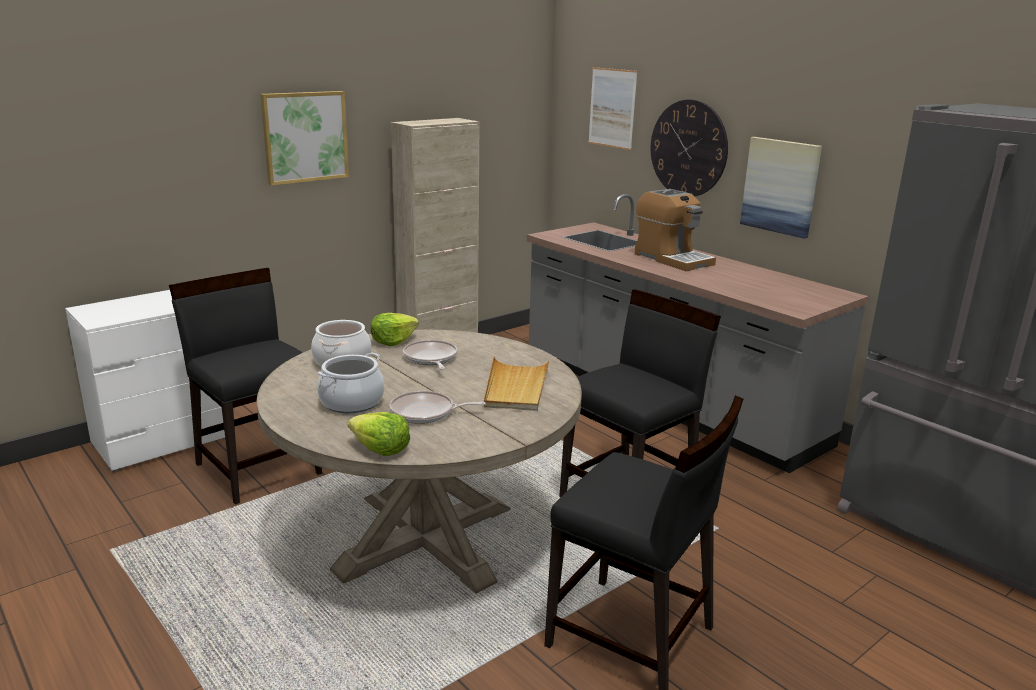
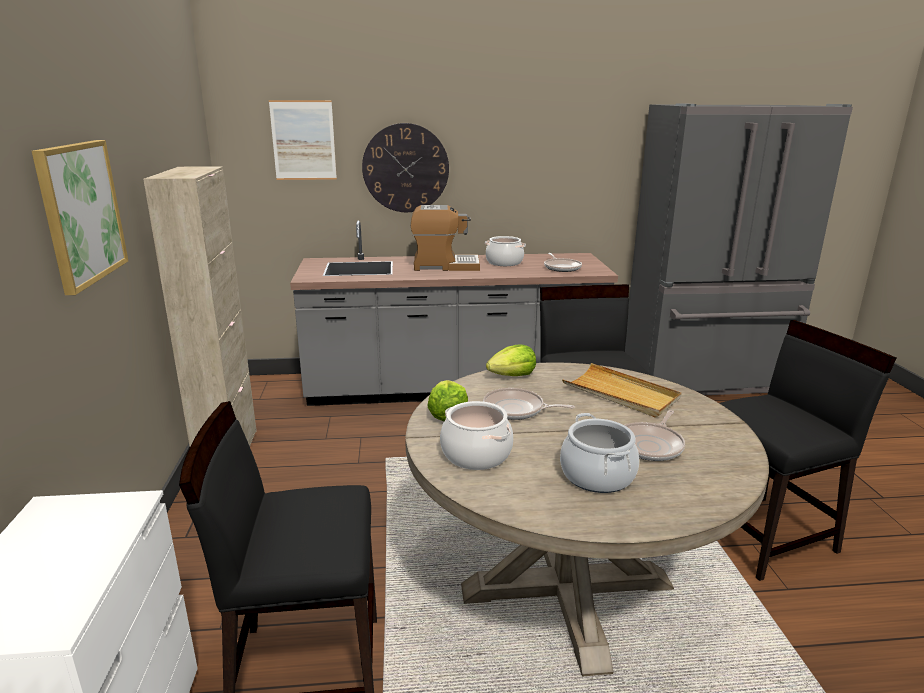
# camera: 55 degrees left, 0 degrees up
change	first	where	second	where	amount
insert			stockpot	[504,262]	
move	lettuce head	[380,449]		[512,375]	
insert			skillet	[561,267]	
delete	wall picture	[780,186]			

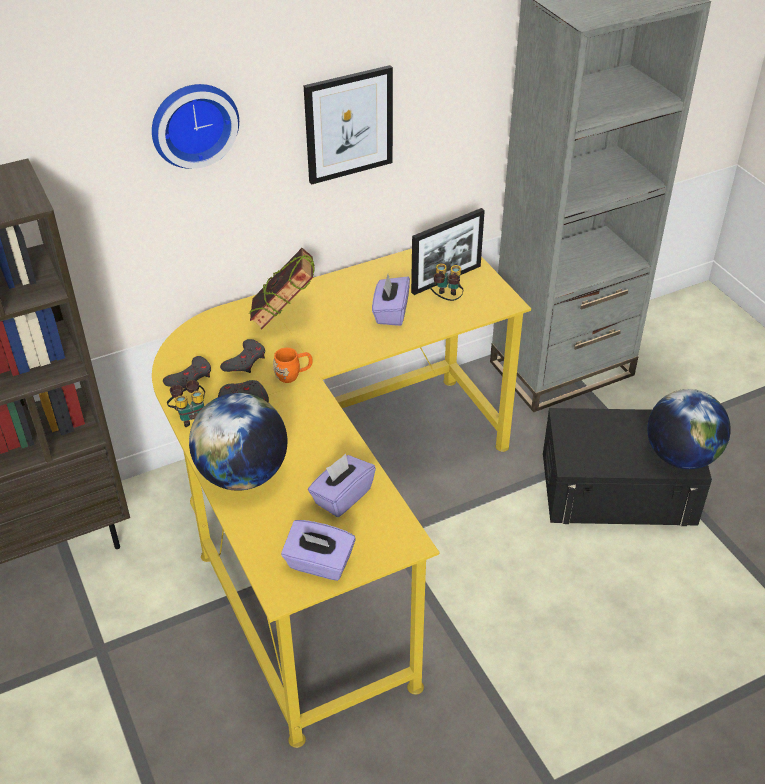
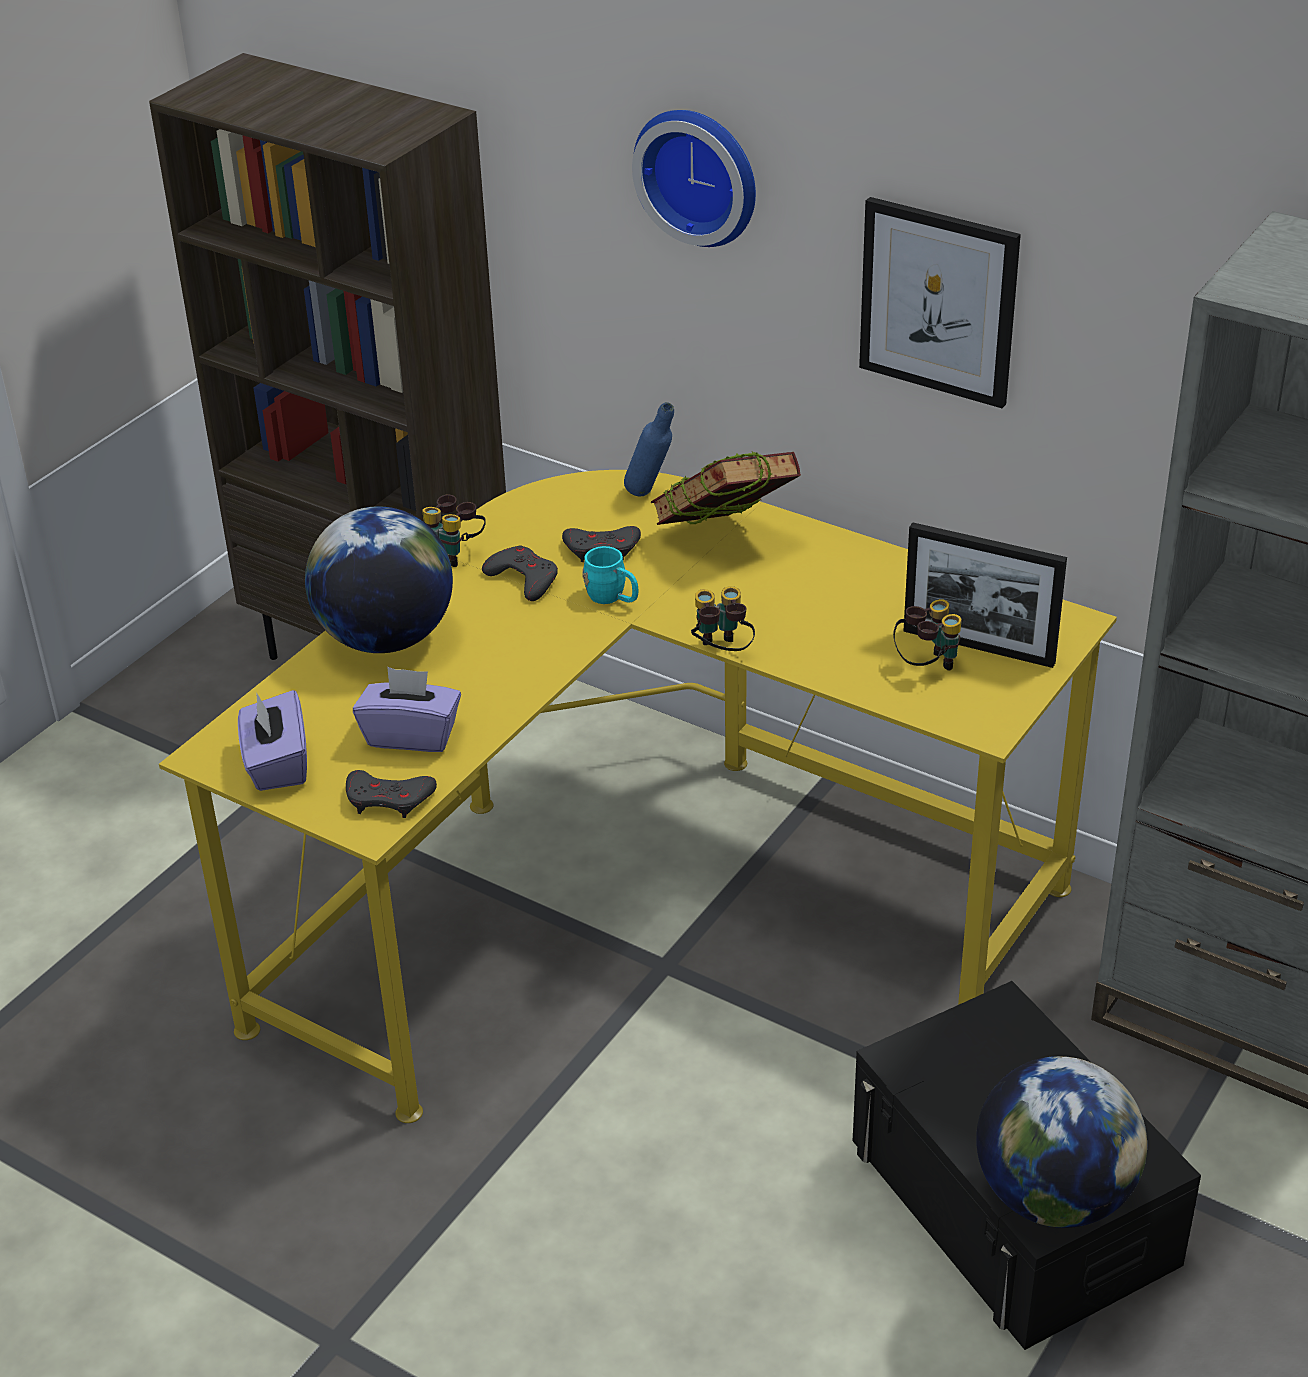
# camera: 60 degrees right, 5 degrees down
change	first	where	second	where	amount
move	grey game controller	[190,378]		[389,799]	
recolor	orangey tea mug	[293,375]	turquoise tea mug	[612,598]	
insert			blue beverage bottle	[650,495]	
insert			field glasses	[721,652]	
delete	purple tissue holder	[390,312]			

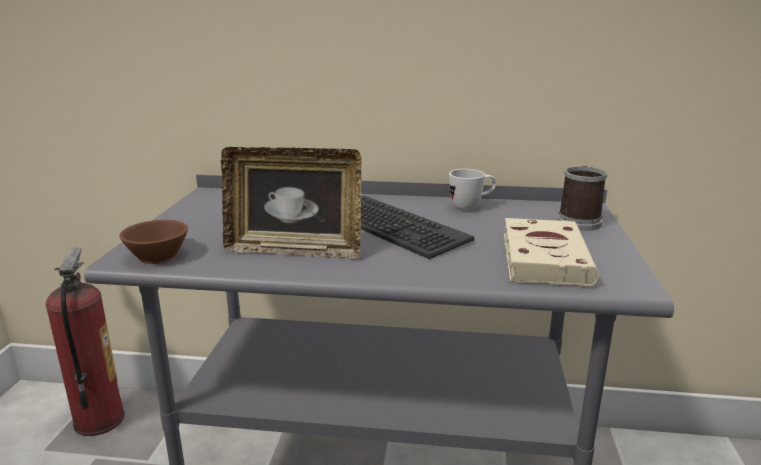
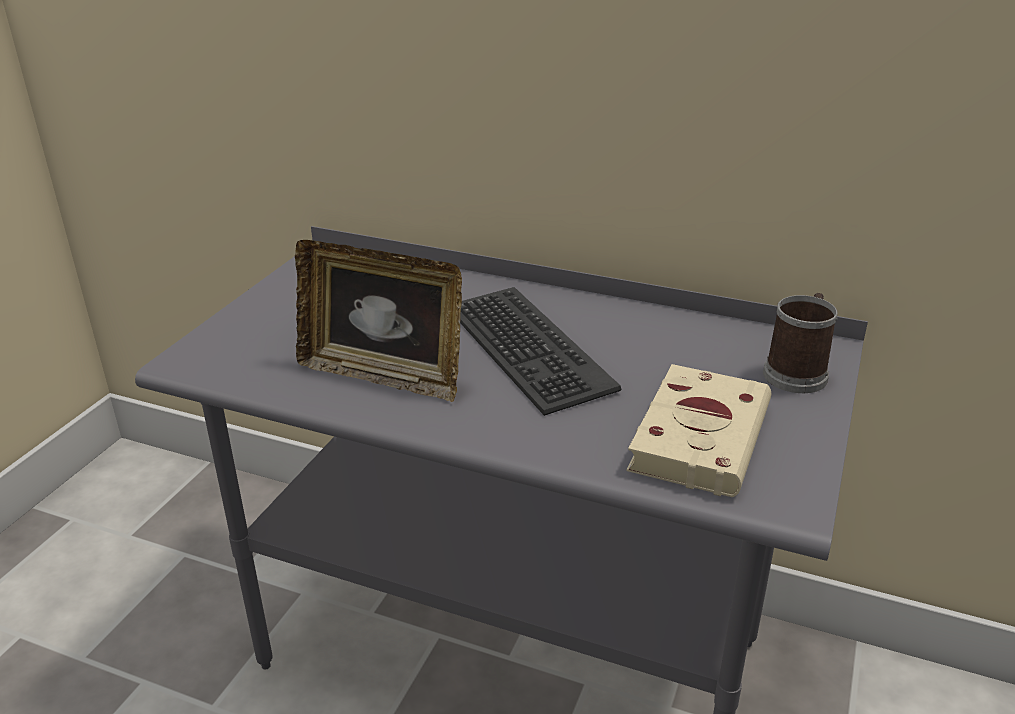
# camera: 15 degrees right, 10 degrees up
change	first	where	second	where	amount
delete	extinguisher	[99,420]			
delete	brown-coloured drinking cup	[157,255]			
delete	white-coloured tea mug	[471,207]			

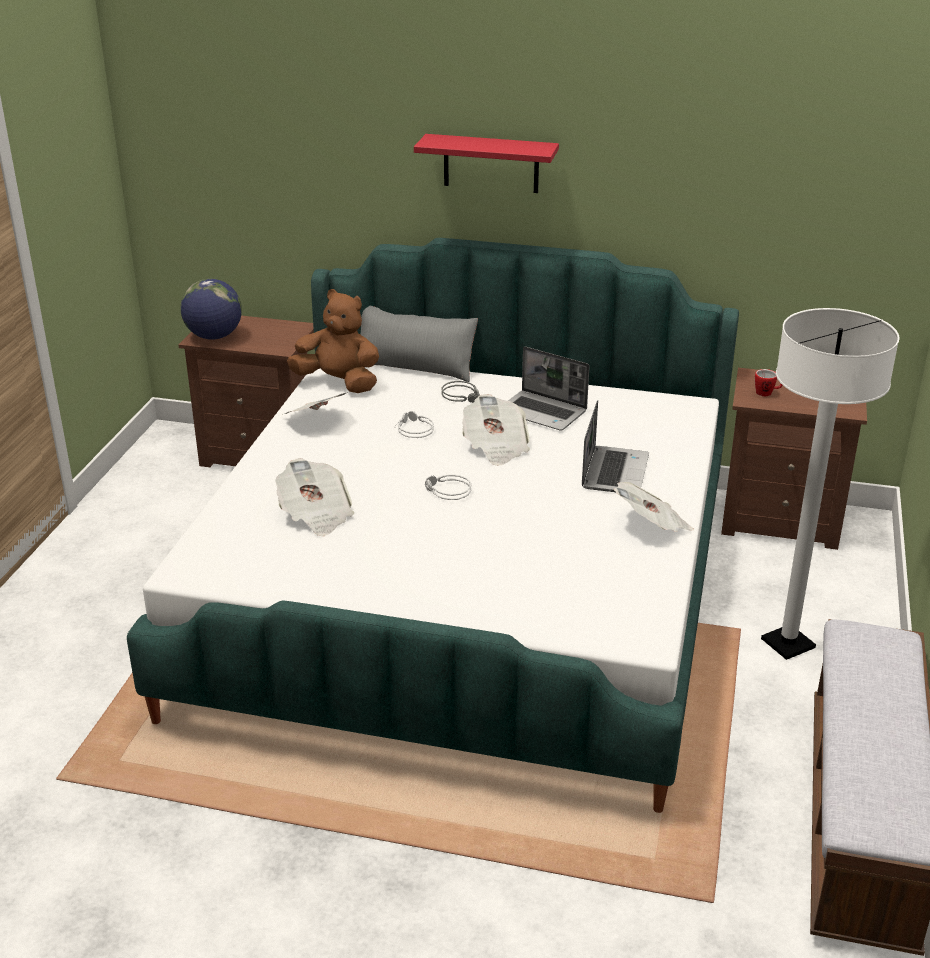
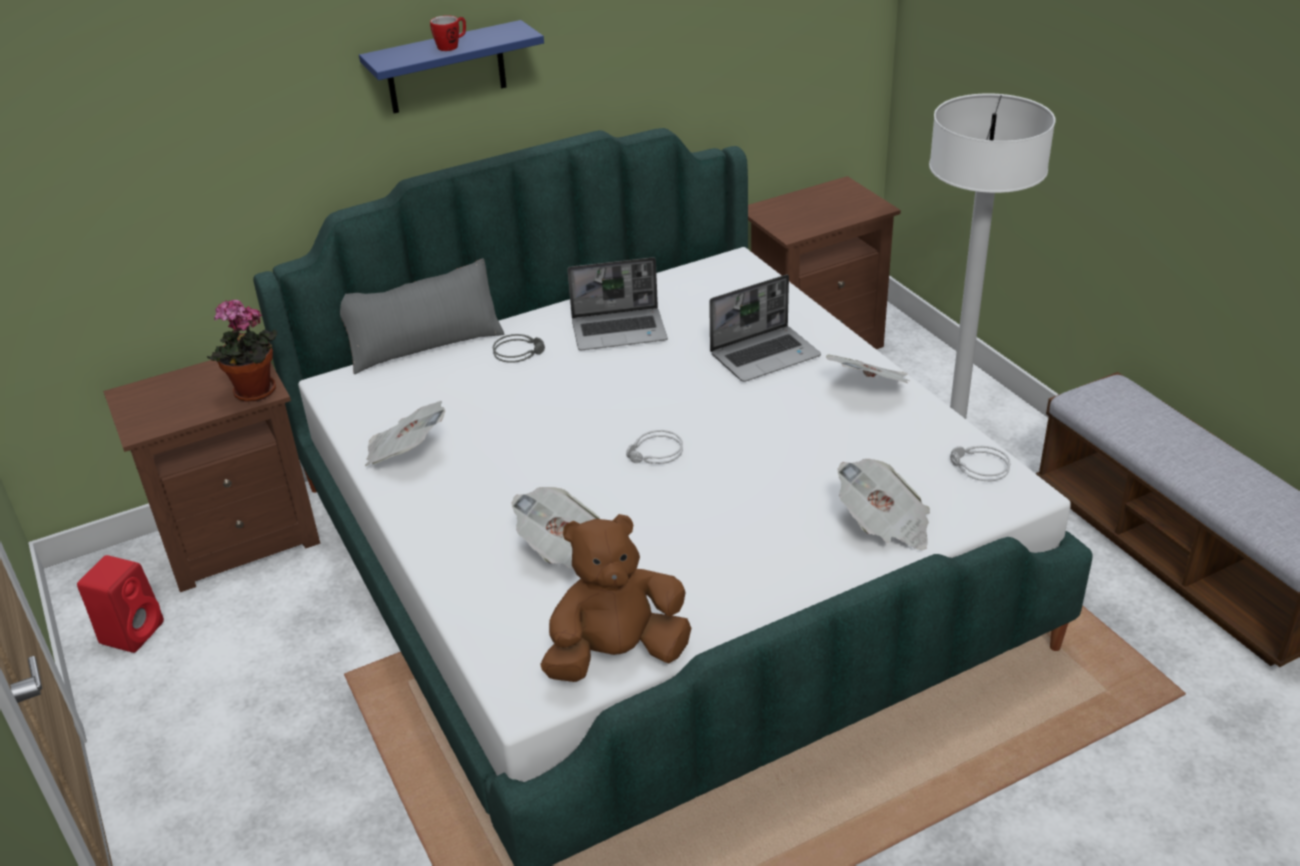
# camera: 40 degrees left, 5 degrees up
change	first	where	second	where	amount
insert			red-coloured loudspeaker	[133,631]	
insert			plant in a pot	[254,393]	
recolor	red-coloured bracket shelf	[491,163]	blue bracket shelf	[446,68]	
move	tea mug	[767,393]		[451,46]	
move	brown-coloured cuddly toy	[339,383]		[616,654]	
rotate	laptop	[614,471]		[765,355]	90 degrees clockwise
move	printed paper	[495,447]		[884,525]	
move	grey pair of headphones	[413,429]		[978,468]	
delete	globe	[214,336]			

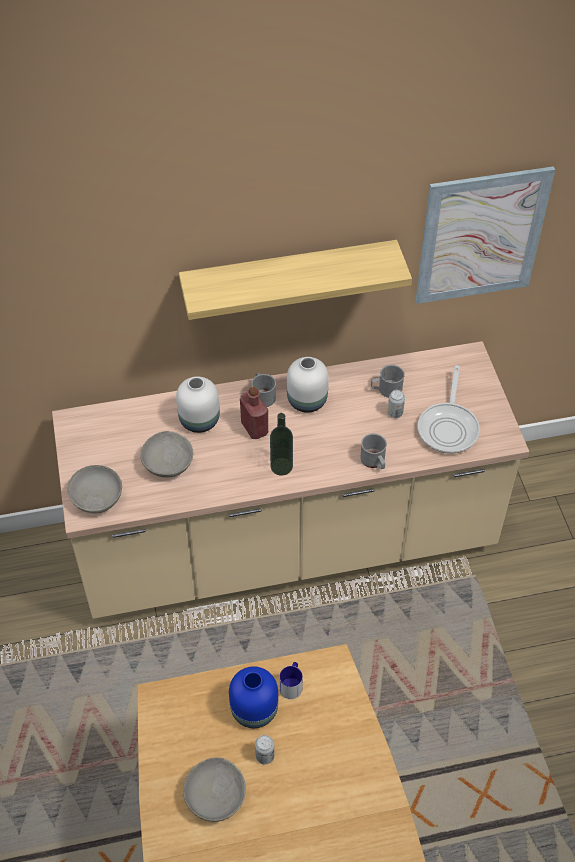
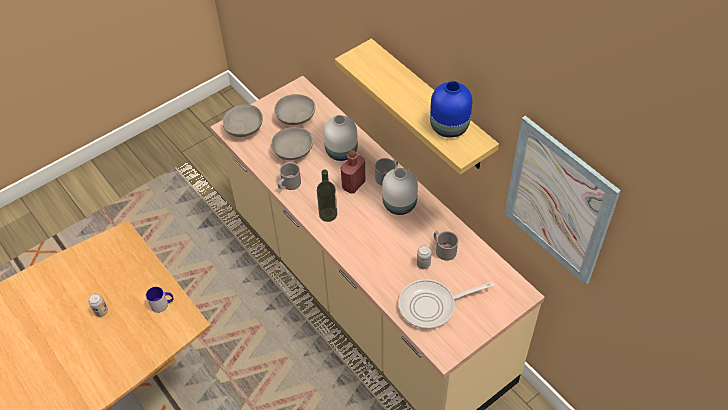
# camera: 65 degrees right, 0 degrees up
change	first	where	second	where	amount
move	grey deep dish	[214,797]		[295,117]	
move	grey tea mug	[374,461]		[289,185]	
move	blue flower vase	[255,711]		[449,127]	

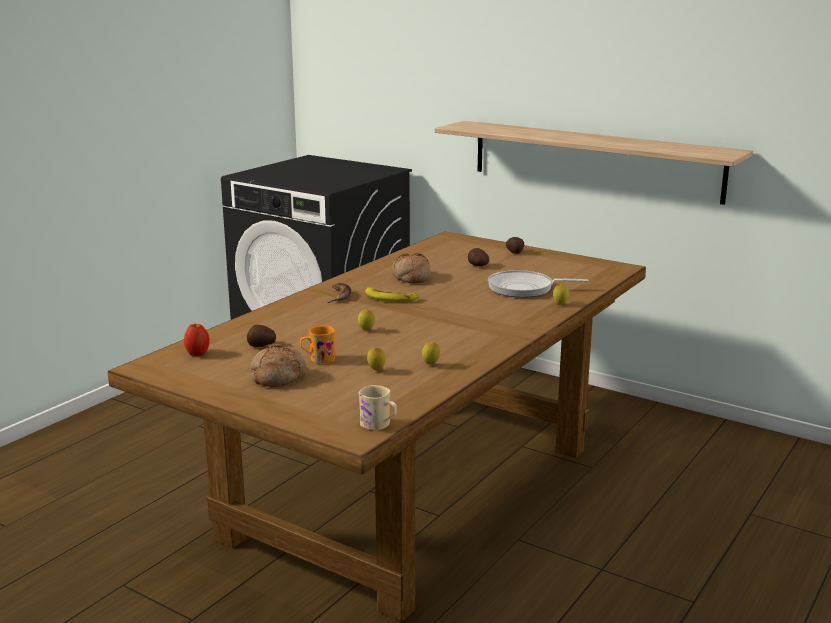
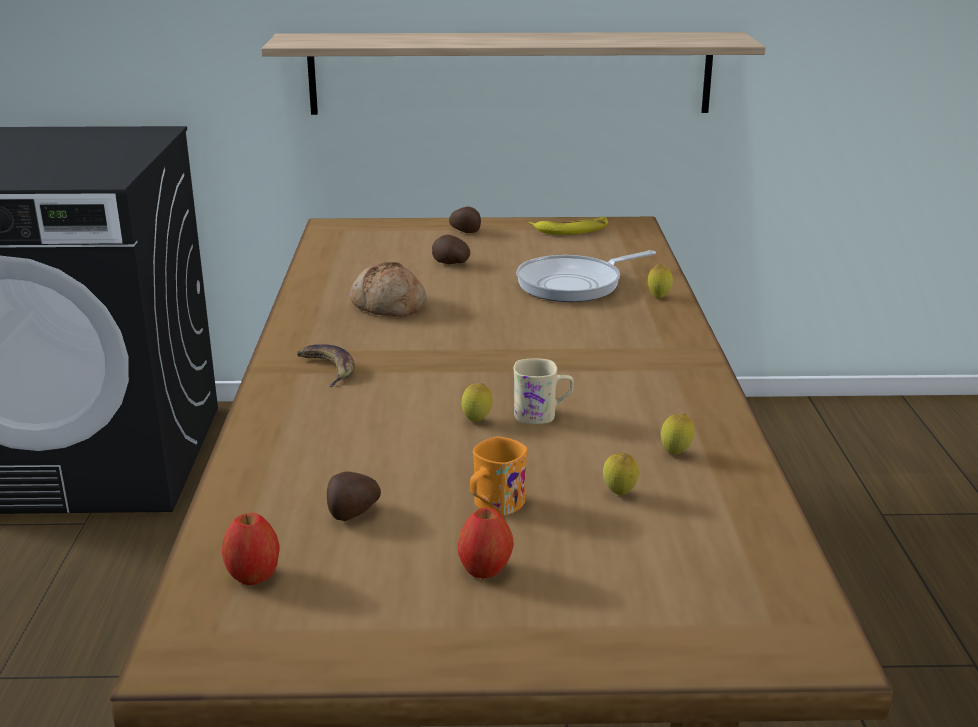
# camera: 35 degrees left, 5 degrees up
change	first	where	second	where	amount
replace	baked bread	[278,376]	apple fruit	[485,570]	
move	beige-coloured tea mug	[379,425]		[542,415]	
move	whole banana	[390,298]		[572,230]	

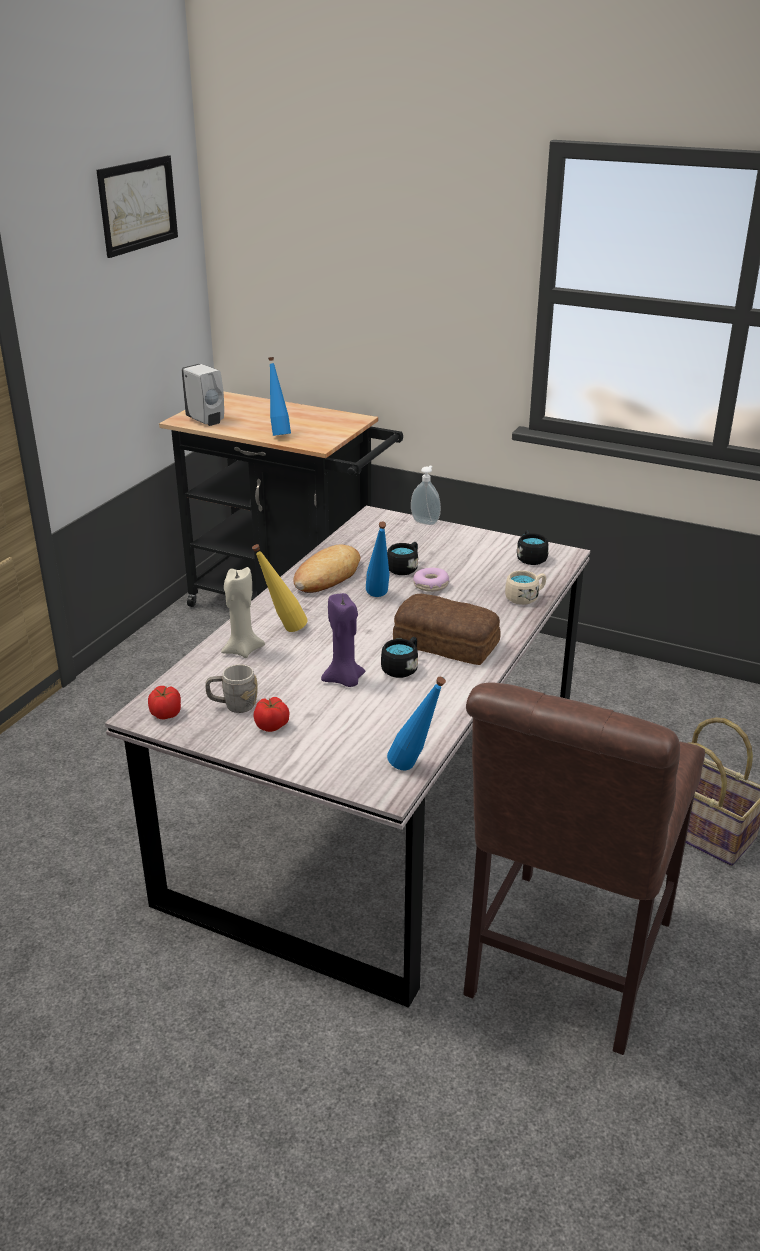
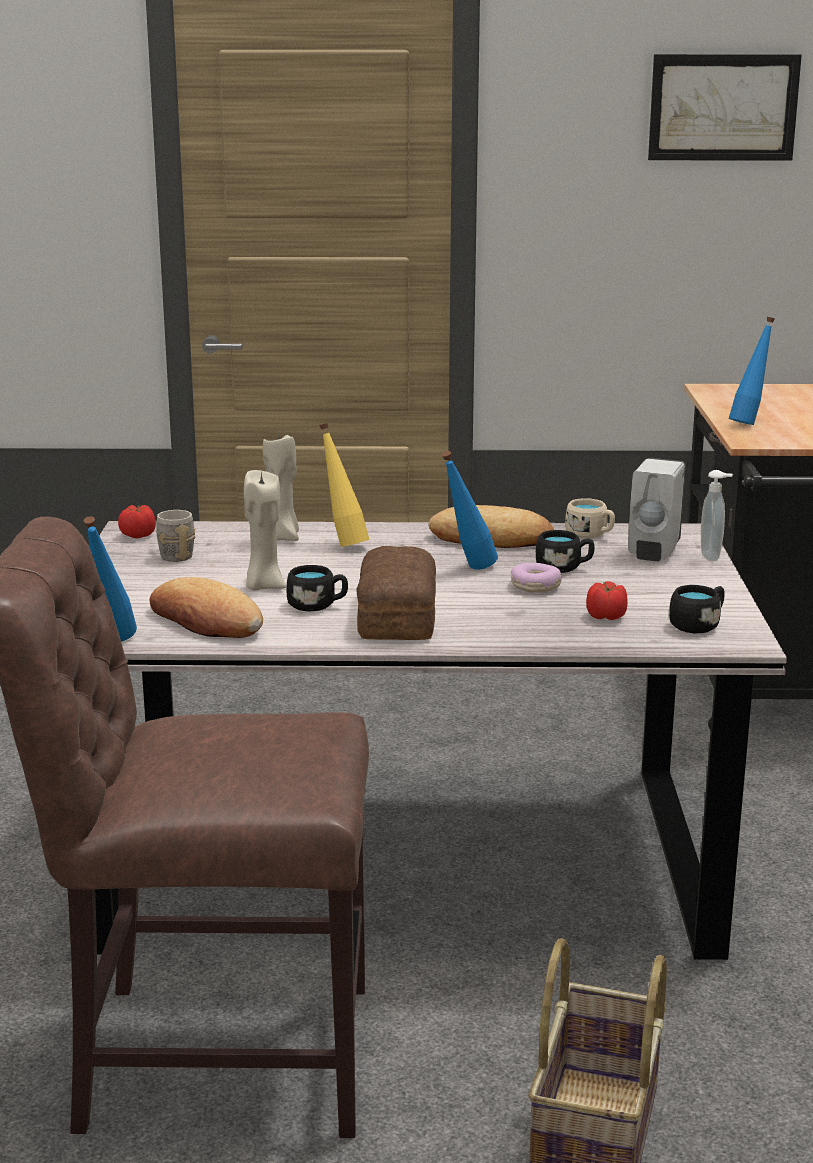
# camera: 65 degrees right, 10 degrees down
change	first	where	second	where	amount
insert			baked bread	[206,621]	
recolor	purple wax candle	[344,680]	beige-coloured wax candle	[264,586]	
move	beige-coloured tea mug	[525,597]		[590,534]	
move	whole tomato	[272,725]		[607,617]	
move	white-coloured soap dispenser	[206,421]		[653,552]	

